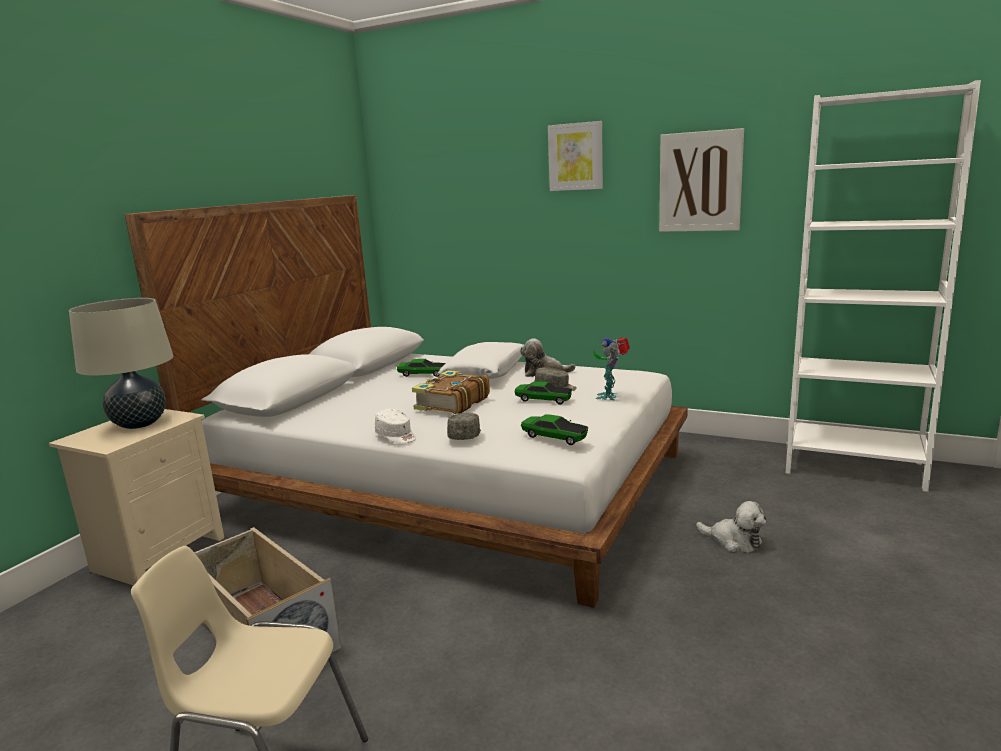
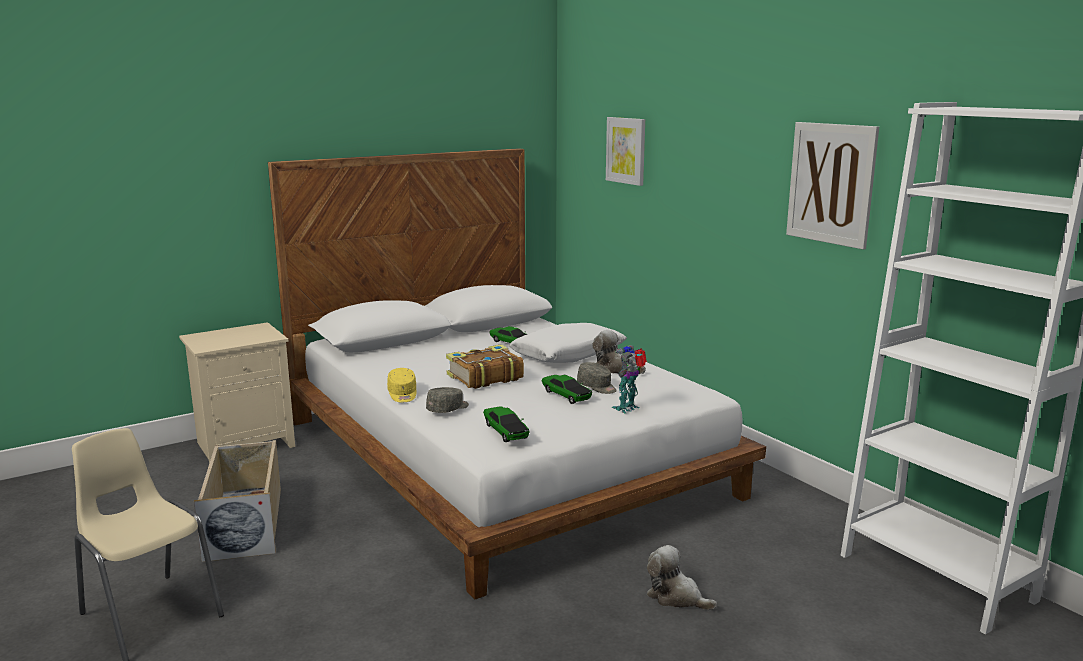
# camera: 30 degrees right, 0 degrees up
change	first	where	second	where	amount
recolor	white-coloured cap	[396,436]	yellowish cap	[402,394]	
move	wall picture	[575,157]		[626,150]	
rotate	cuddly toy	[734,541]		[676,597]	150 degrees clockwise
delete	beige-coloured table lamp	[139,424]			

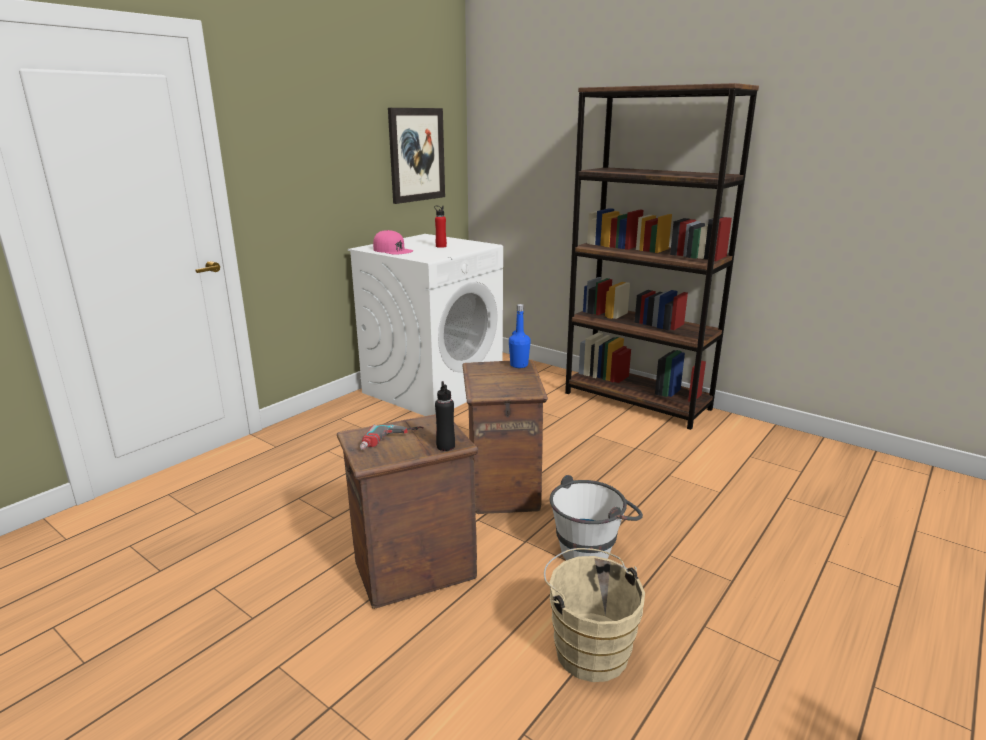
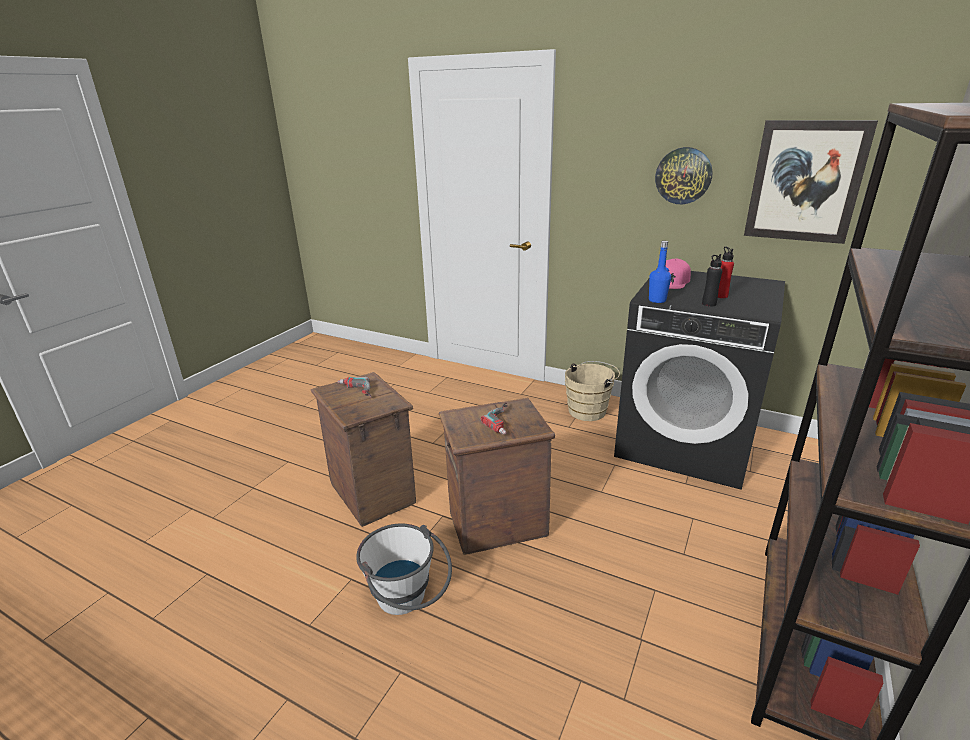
# camera: 80 degrees right, 5 degrees up
change	first	where	second	where	amount
insert			drill	[504,421]	
move	beige-coloured pail	[588,648]		[589,410]	
recolor	white-coloured laundry appliance	[433,388]	black-coloured laundry appliance	[685,443]	
move	blue beverage bottle	[519,365]		[657,300]	
insert			clock on the wall	[683,176]	
move	black-coloured beverage bottle	[445,446]		[709,304]	

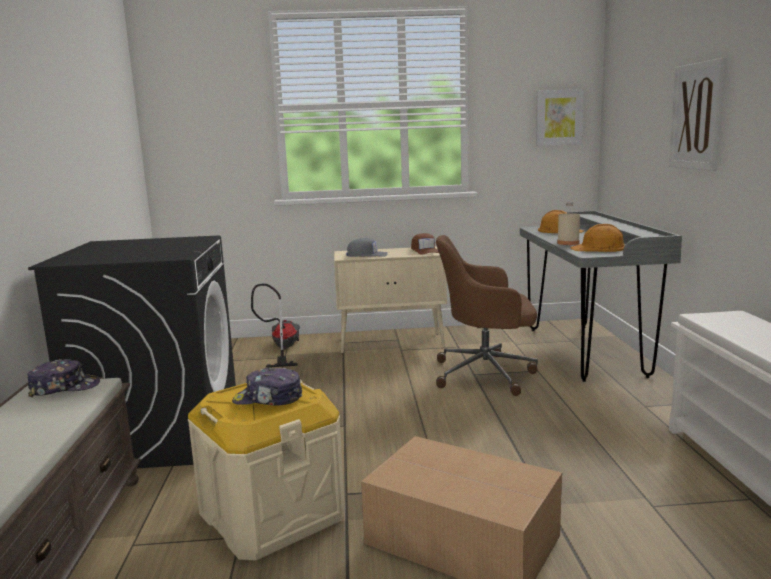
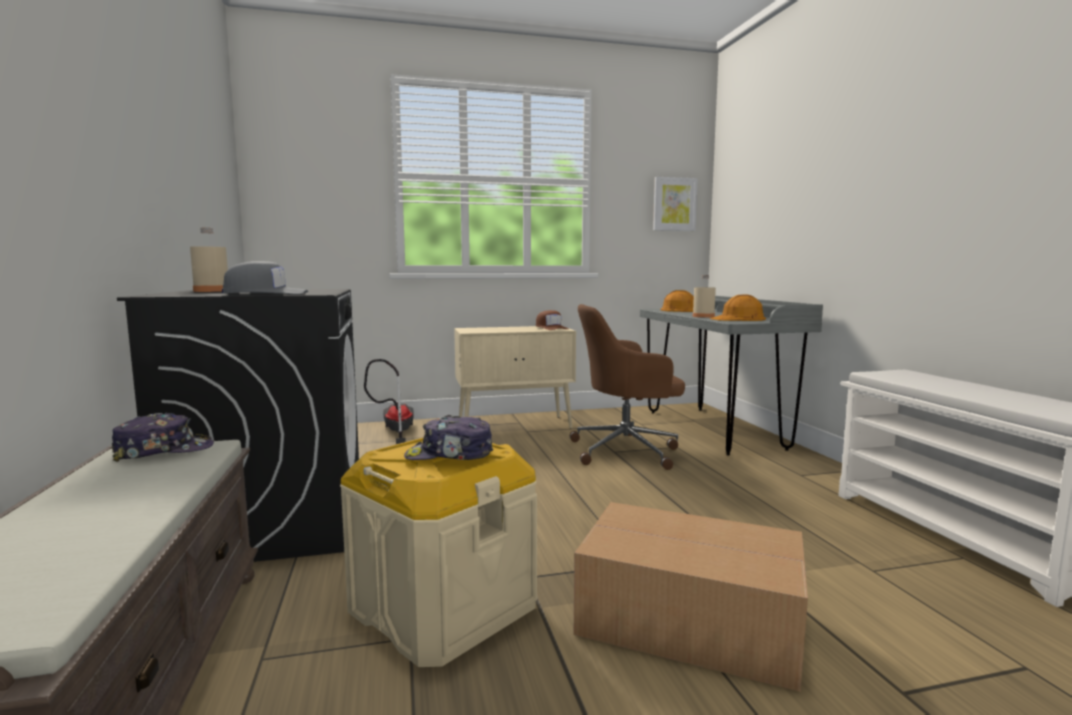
# camera: 10 degrees left, 5 degrees down
change	first	where	second	where	amount
insert			beige-coloured beverage bottle	[211,291]	
move	grey cap	[367,255]		[266,293]	
delete	wall picture	[697,116]			

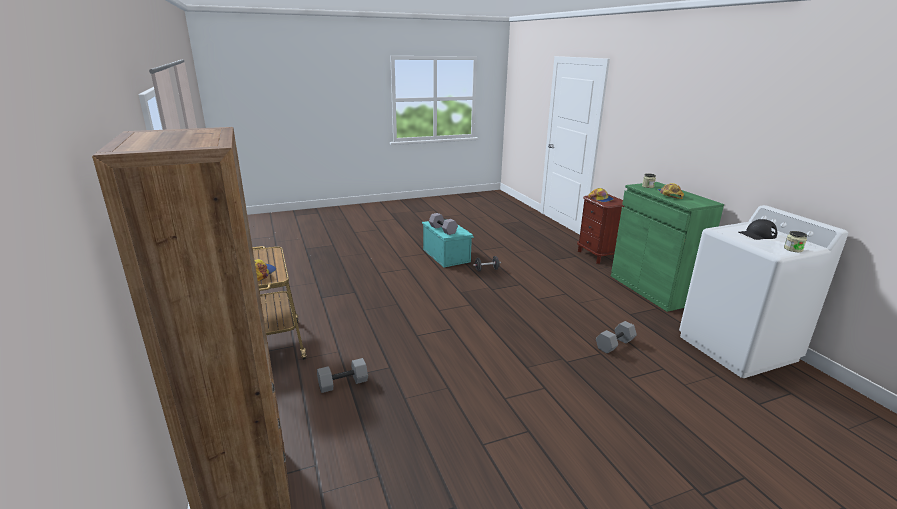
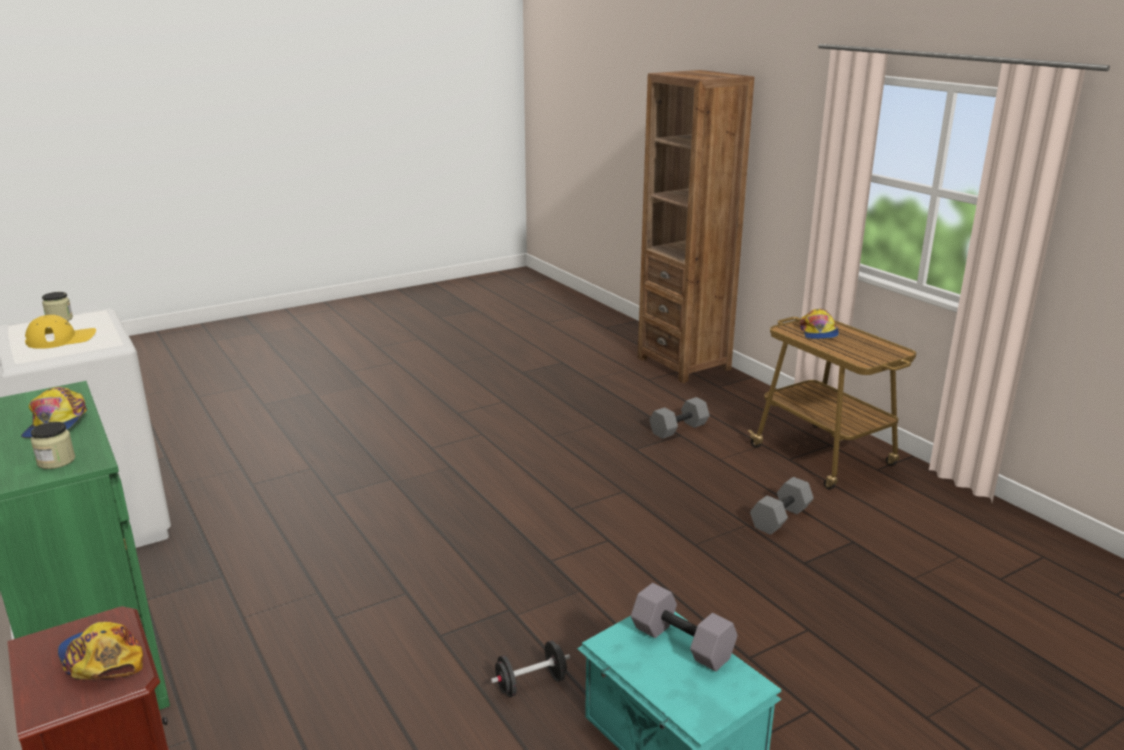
# camera: 170 degrees right, 0 degrees up
change	first	where	second	where	amount
recolor	black-coloured cap	[757,234]	yellowish cap	[62,339]	
move	grey free weight	[615,345]		[780,517]	

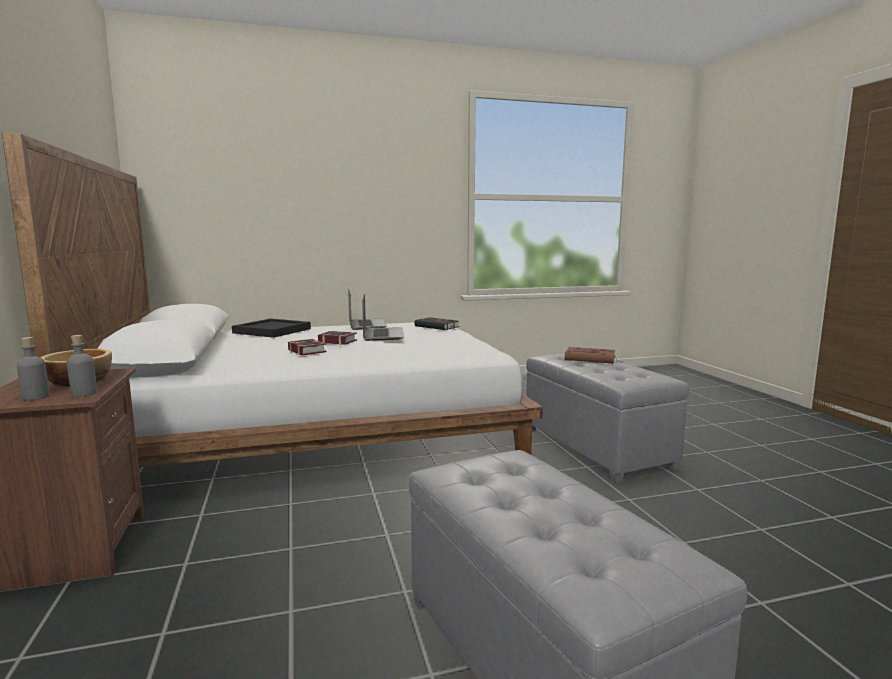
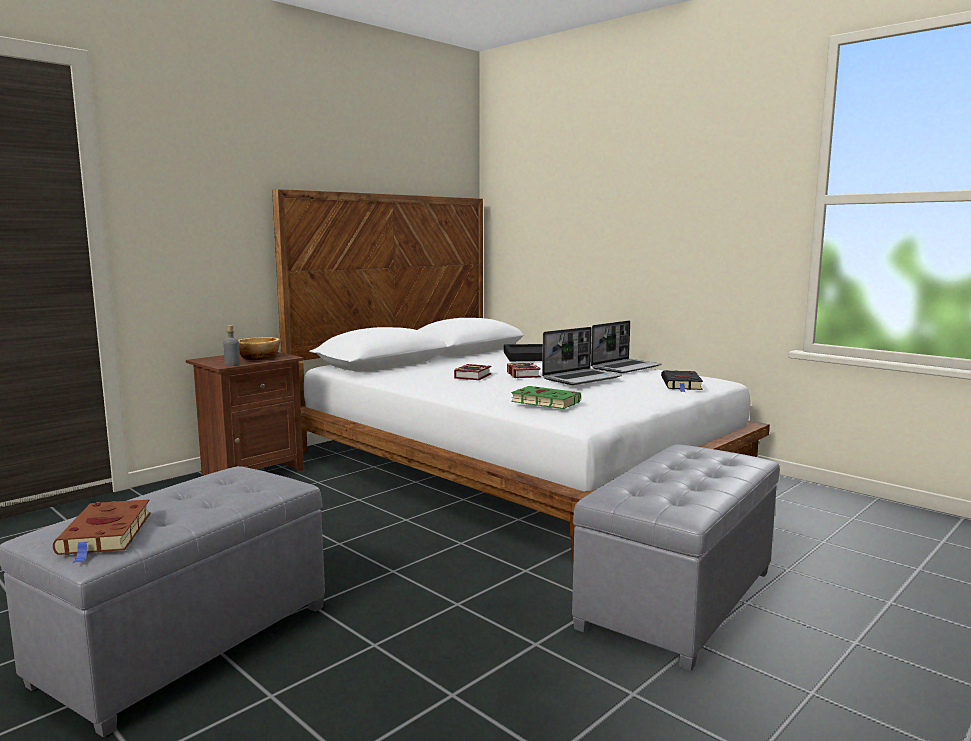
# camera: 60 degrees right, 0 degrees up
change	first	where	second	where	amount
move	brown-coloured bound book	[591,359]		[105,535]	
insert			green-coloured bound book	[543,402]	
delete	grey beverage bottle	[36,397]			

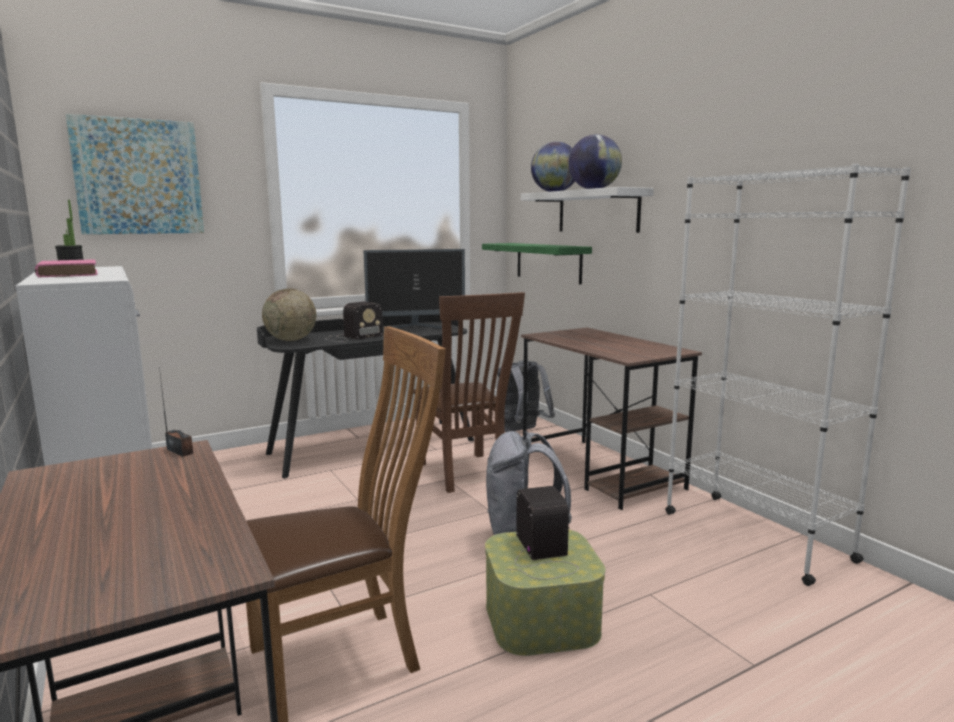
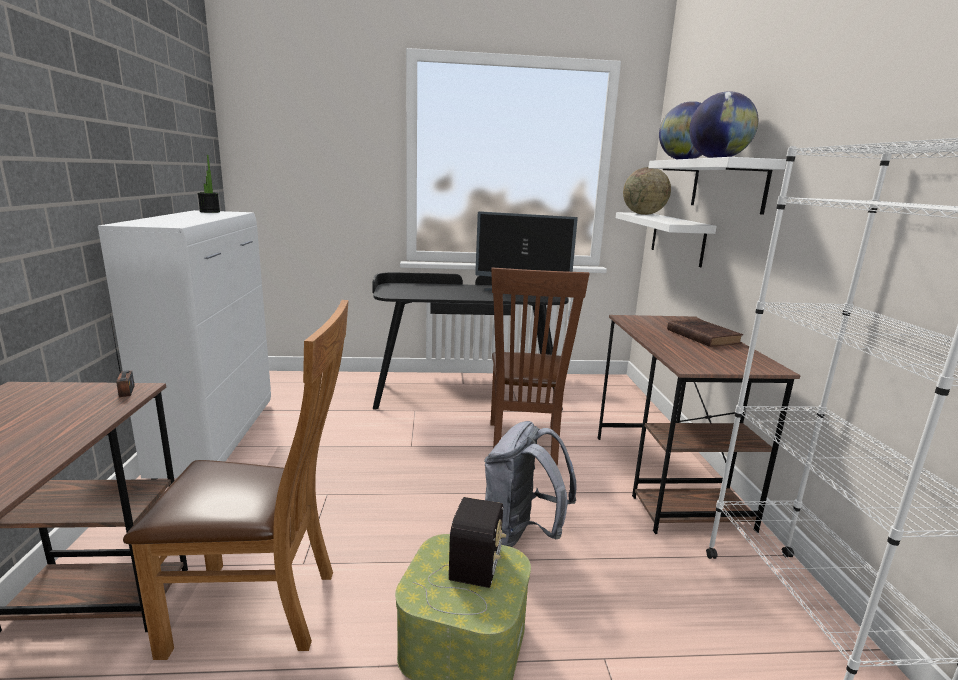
# camera: 25 degrees right, 5 degrees up
change	first	where	second	where	amount
recolor	green-coloured bracket shelf	[548,262]	white-coloured bracket shelf	[677,238]	
move	globe	[291,340]		[643,214]	
insert			brown-coloured bound book	[701,336]	
delete	pink-coloured bound book	[68,274]			
delete	wall picture	[138,177]			
delete	radio set	[351,337]			
delete	grey rucksack	[521,431]			

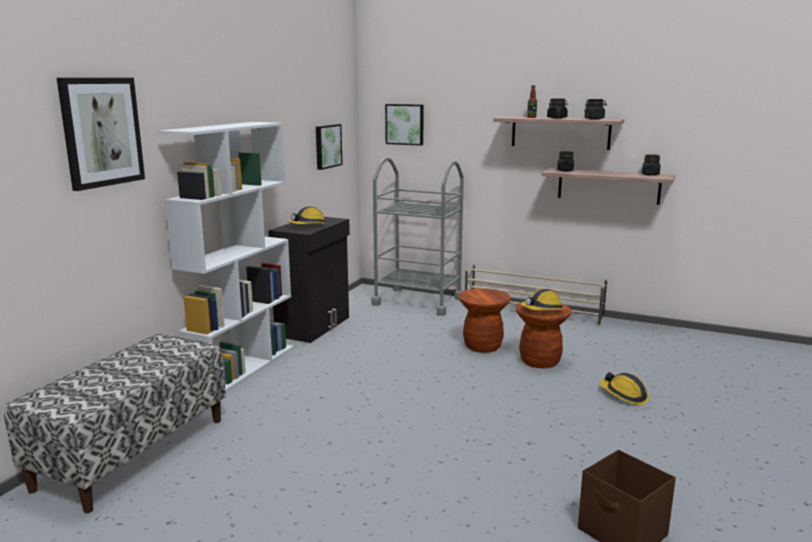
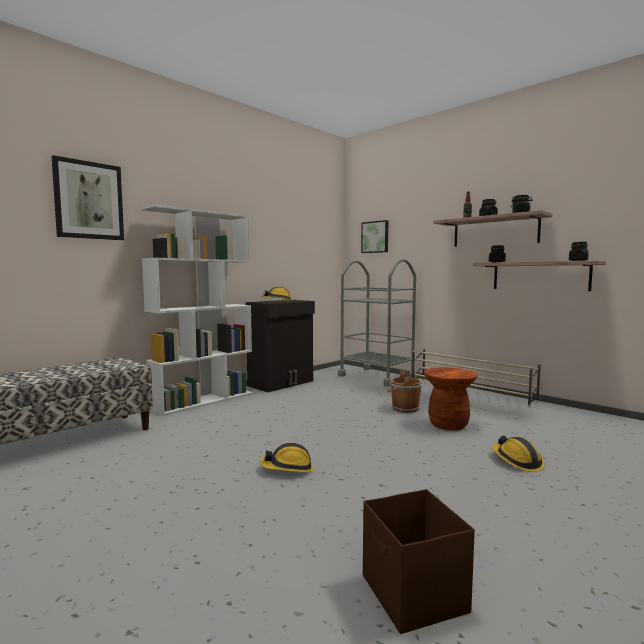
# camera: 20 degrees right, 10 degrees down
change	first	where	second	where	amount
move	work helmet	[542,310]		[288,468]	
replace	brown-coloured stool seat	[482,346]	brown-coloured pail	[404,408]	
delete	wall picture	[327,146]			

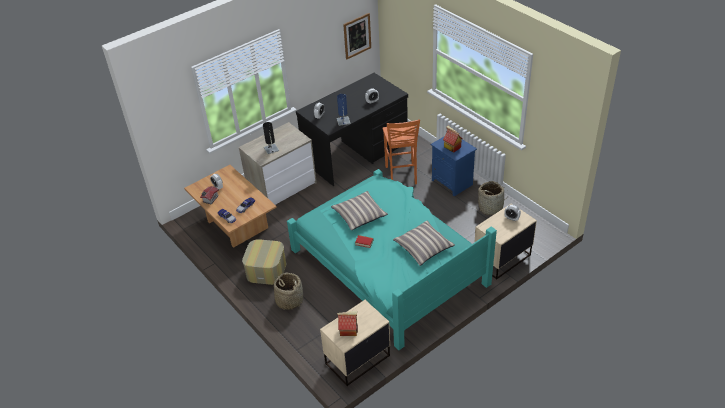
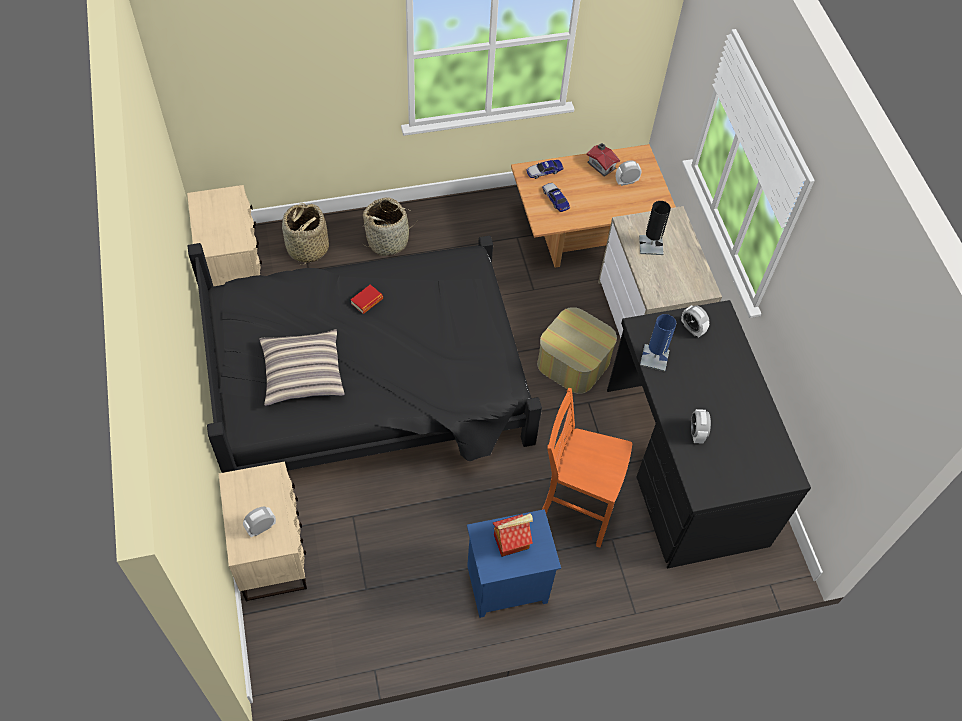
# camera: 110 degrees right, 15 degrees up
change	first	where	second	where	amount
recolor	turquoise sleeping bed	[388,265]	black-coloured sleeping bed	[371,383]	
move	storage basket	[490,207]		[307,248]	
move	footrest	[266,270]		[573,362]	
delete	throw pillow	[359,215]			
delete	toy house	[349,330]			
delete	wall picture	[357,36]			

